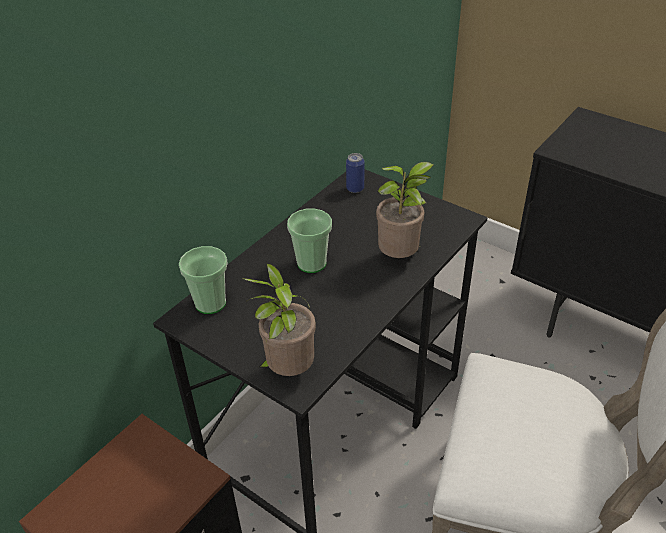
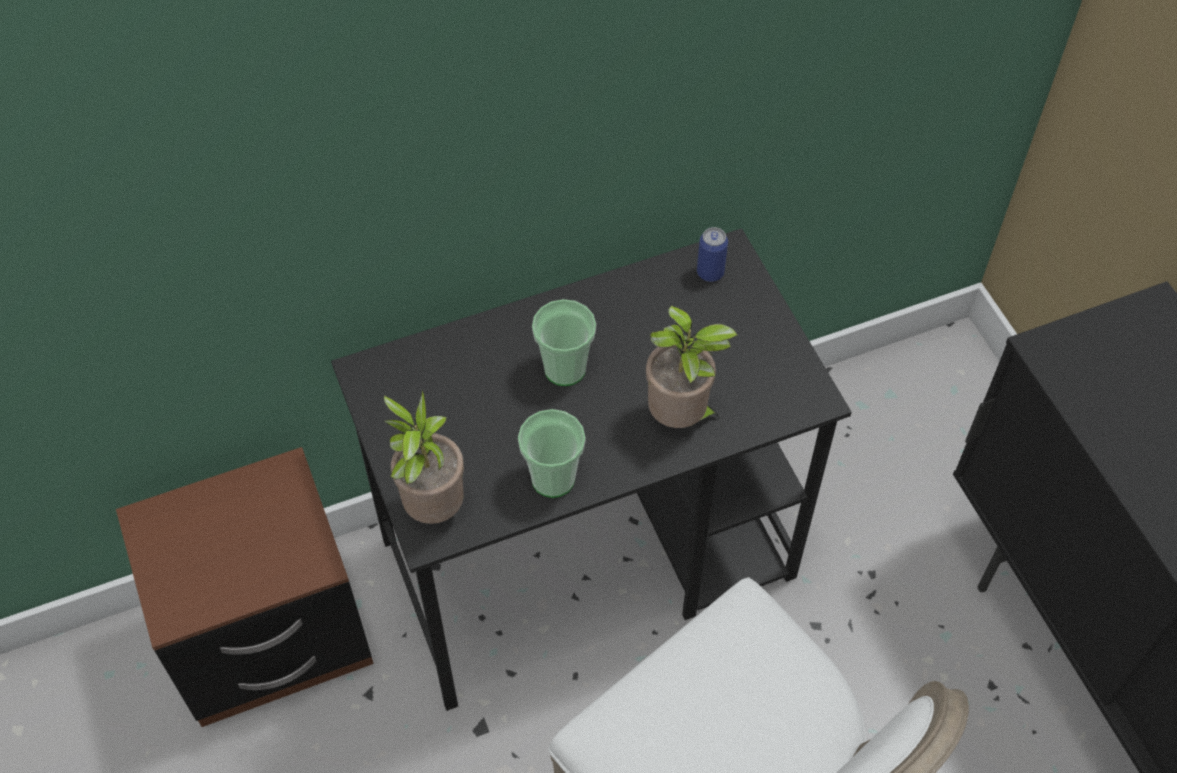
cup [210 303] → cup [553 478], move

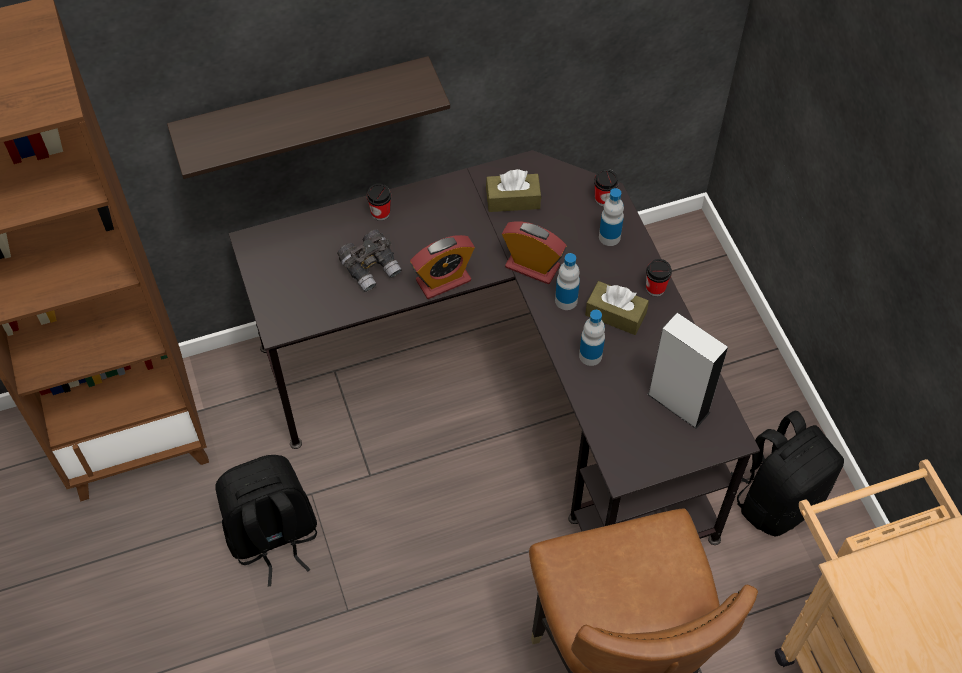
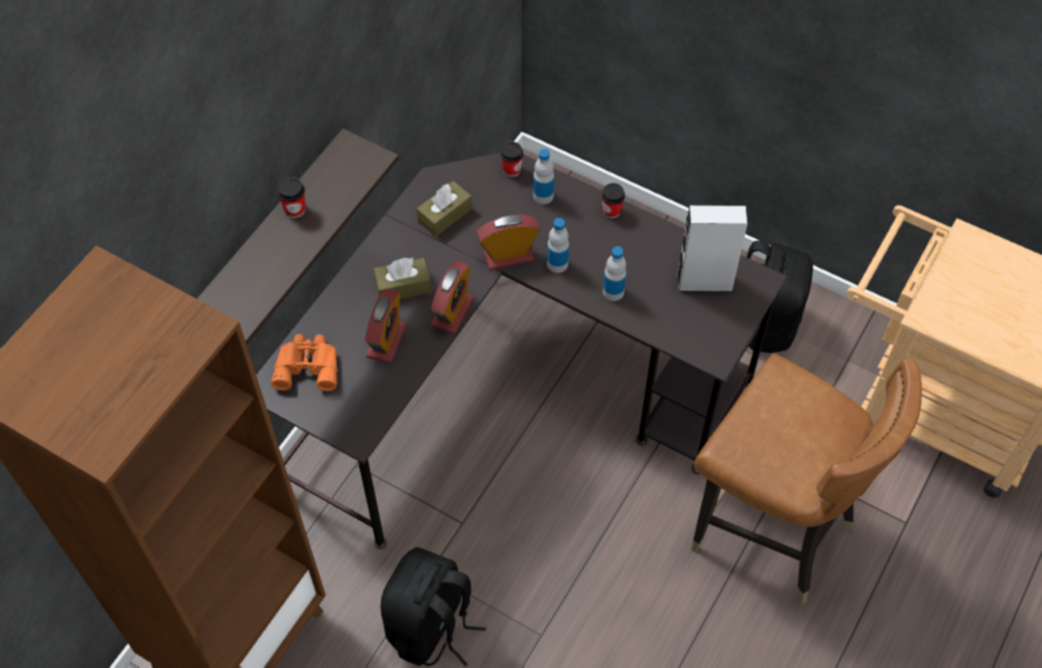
grey binoculars [371 268] → alarm clock [386 341]
cup [380 213] → cup [295 210], move
brown tissue box [615 314] → brown tissue box [403 286], move
- → orange binoculars [307 365]

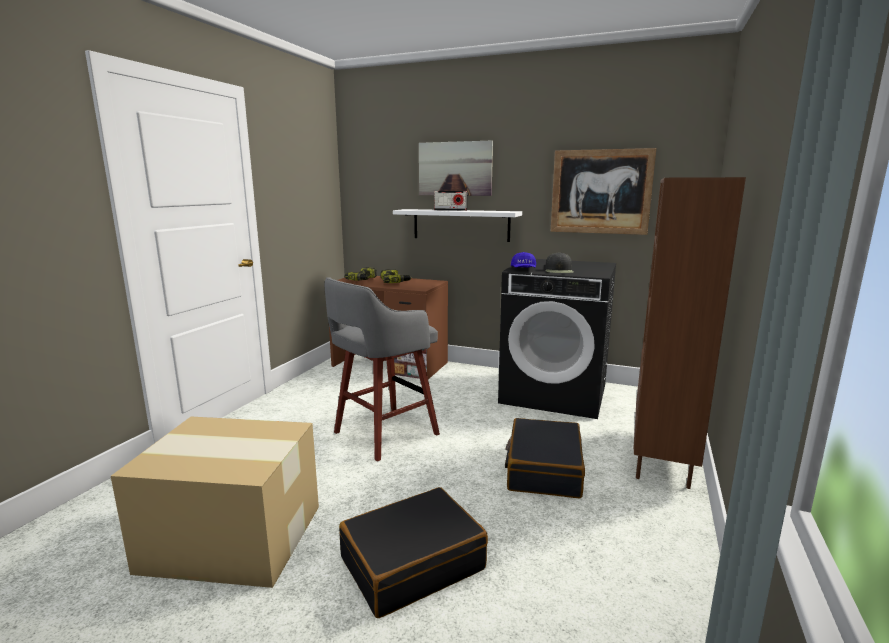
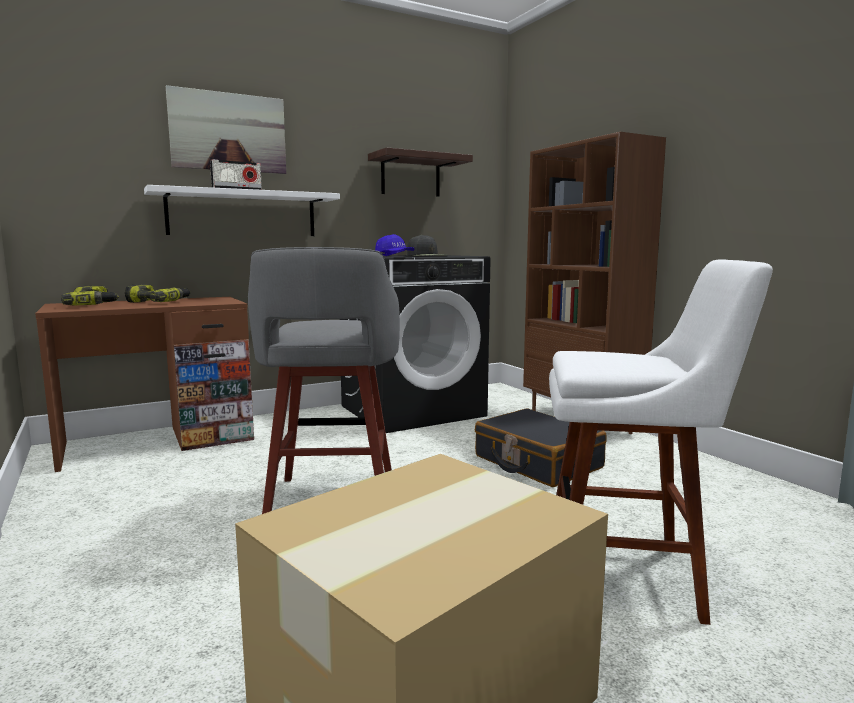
black suitcase [412 563] → white stool [629 577]
picture [600 192] → shelf [410 176]

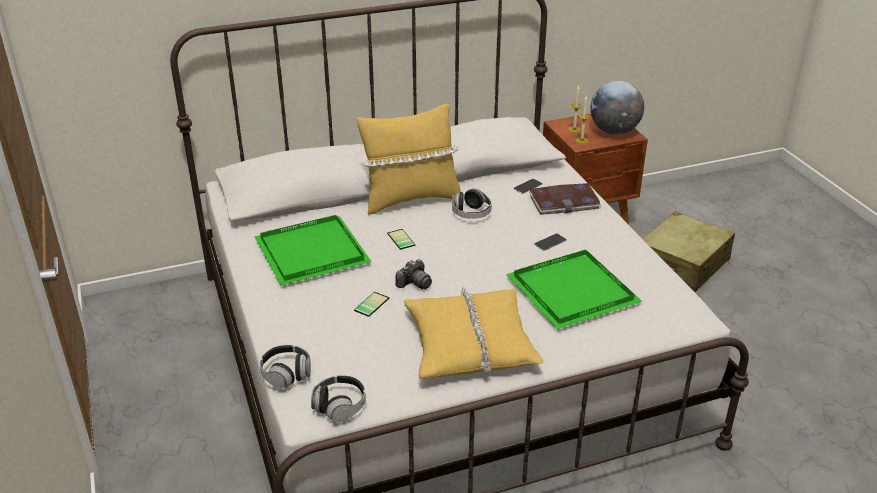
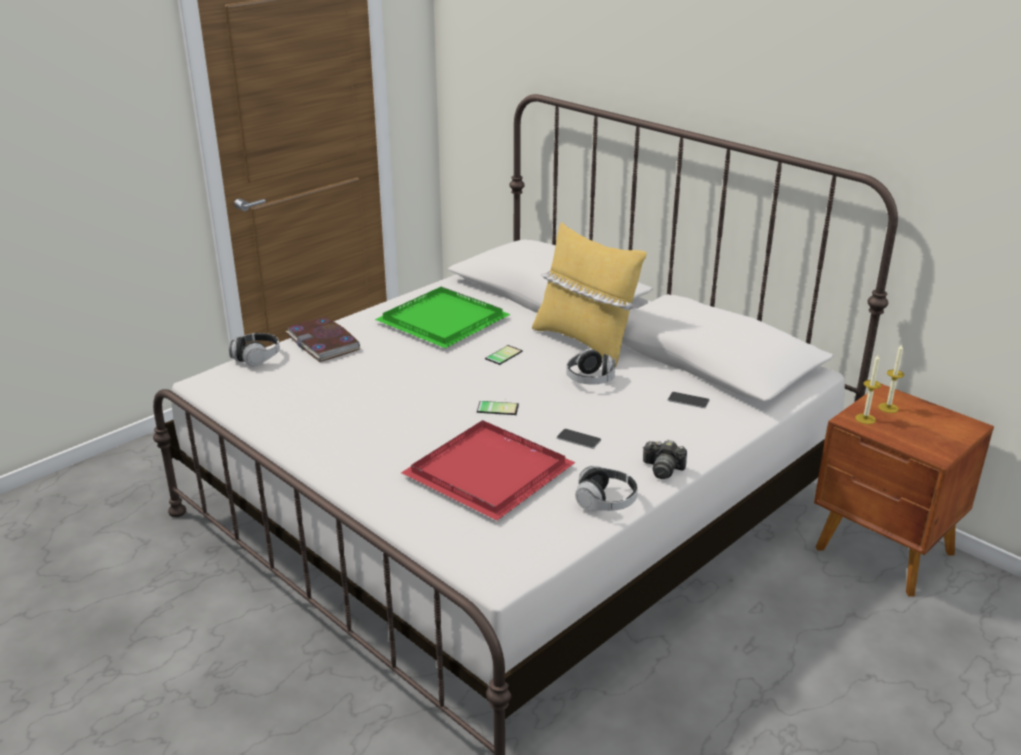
headphones [339 406] → headphones [606 502], move
phone [370 303] → phone [498 407], move
photo camera [414 283] → photo camera [663 469], move
yellow pillow [470 344] → -
green tray [573 289] → red tray [492 472]
book [564 202] → book [323 342], move
globe [614 131] → -
beige suitcase [681 265] → -

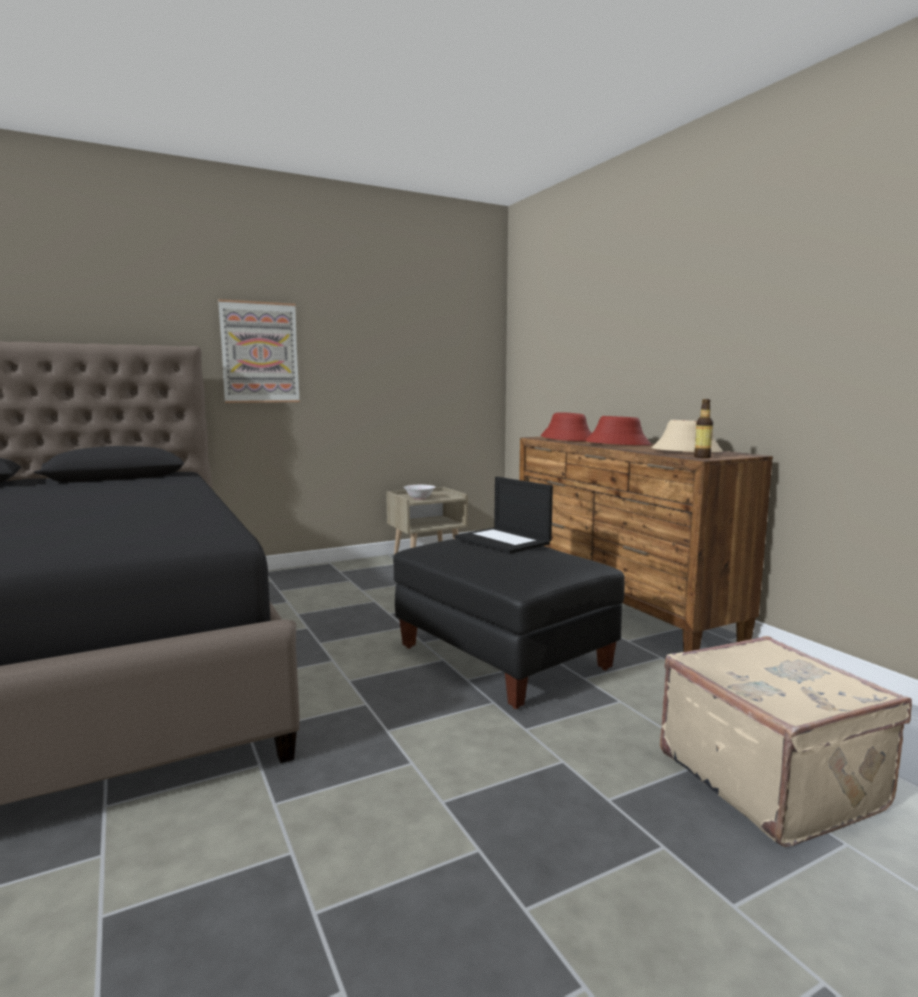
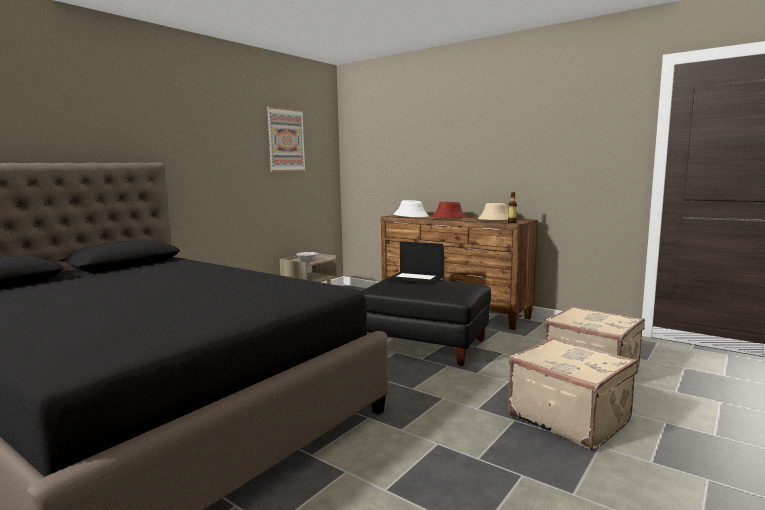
picture [260 352] → picture [286 140], move
red hat [567 438] → white hat [411 216]
- → beige suitcase [569 418]

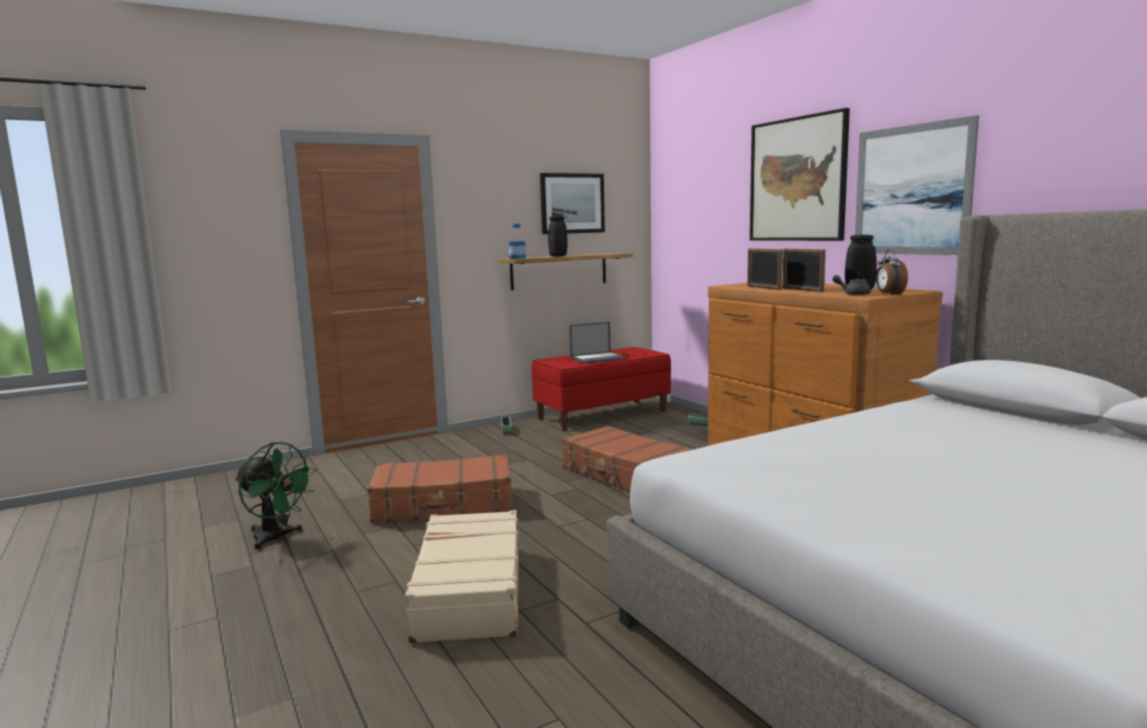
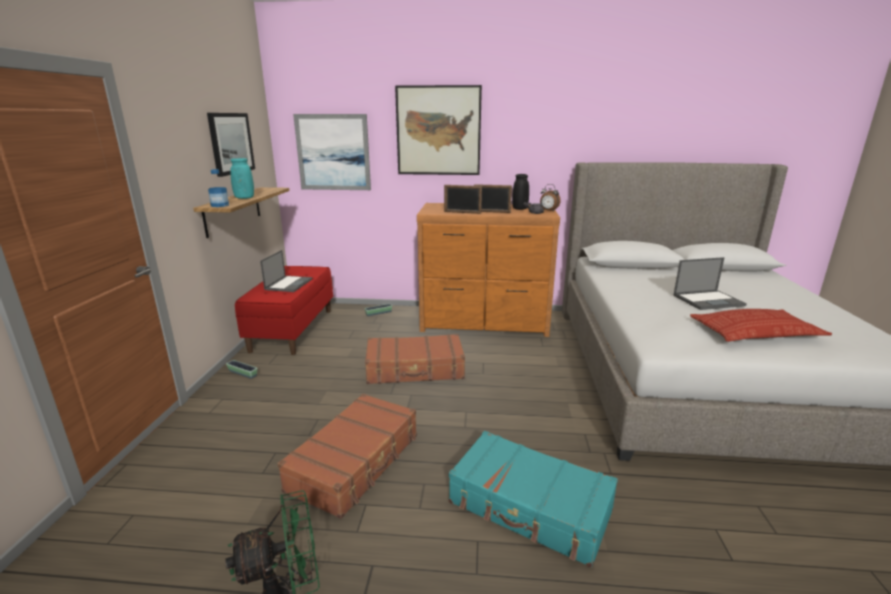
beige suitcase [468 591] → turquoise suitcase [530 507]
black vase [558 256] → turquoise vase [244 198]
picture [912 190] → picture [333 152], move
- → laptop [708 300]
- → pillow [755 333]

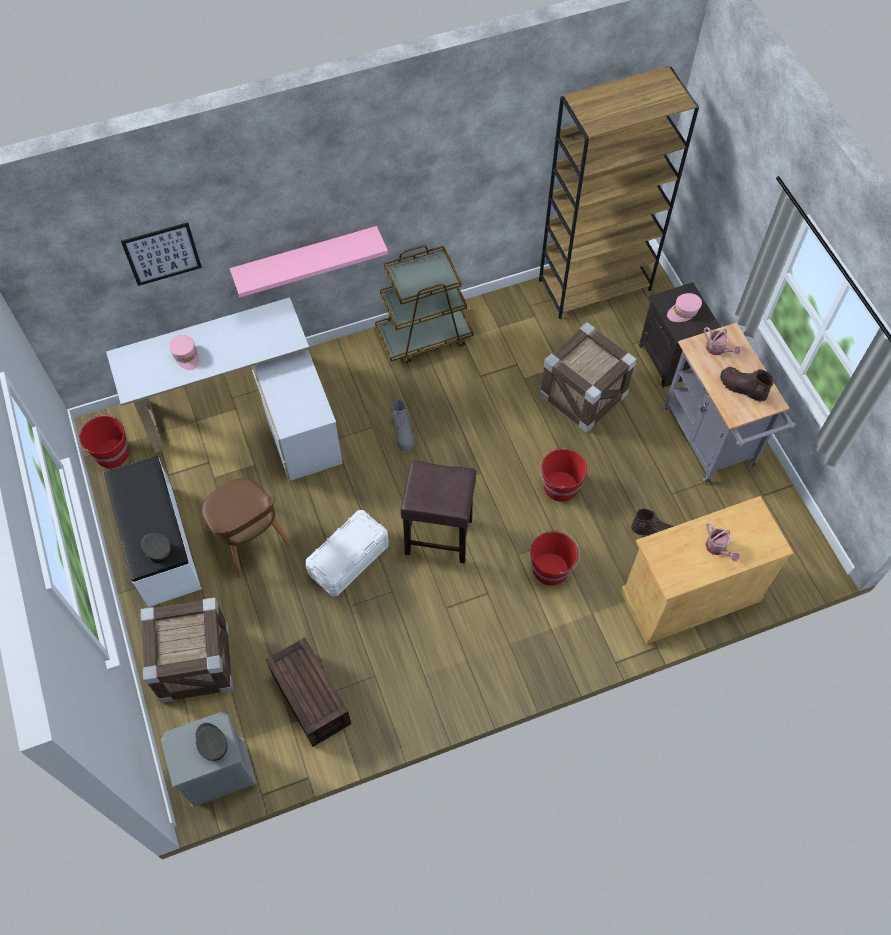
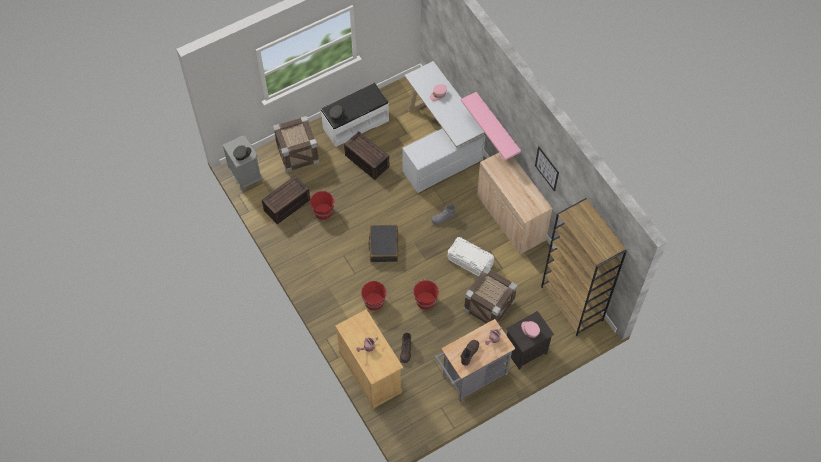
red bucket [111 453] → red bucket [323 211], move
picture [162 254] → picture [547 168], move
brown chair [249 539] → brown storage box [366 161]
white storage box [348 559] → white storage box [470 261], move
brown cart [424 336] → beige cabinet [510 218]
brown stool [440 536] → black suitcase [383 246]

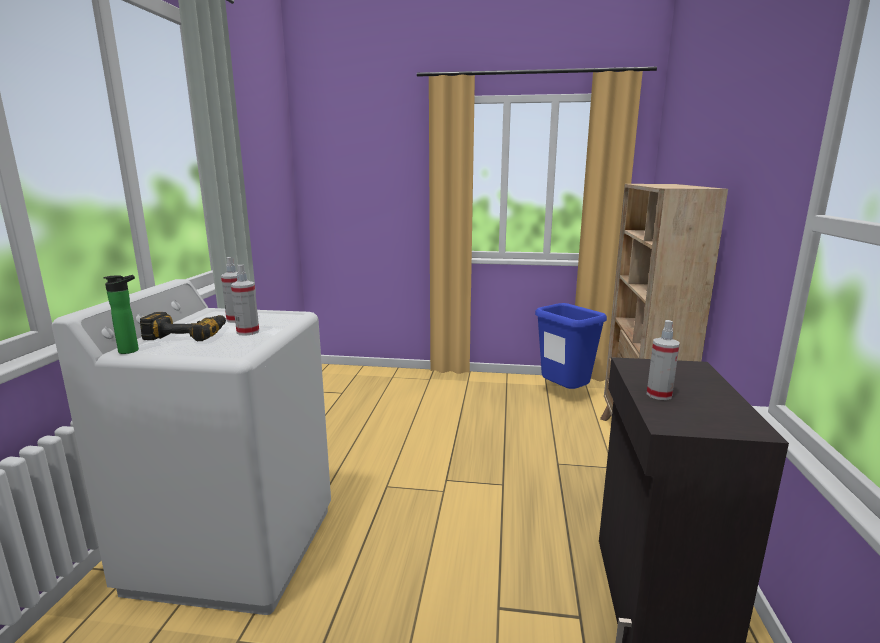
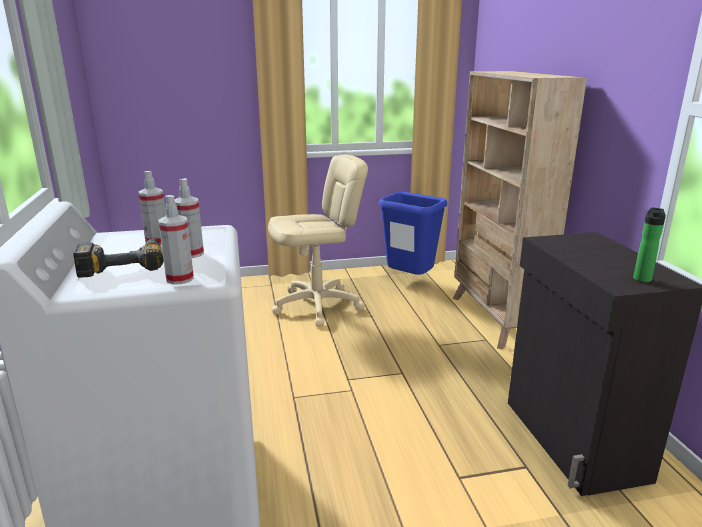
bottle [132 350] → bottle [642 278], move
spray bottle [659 395] → spray bottle [180 279], move
- → beige office chair [318 305]

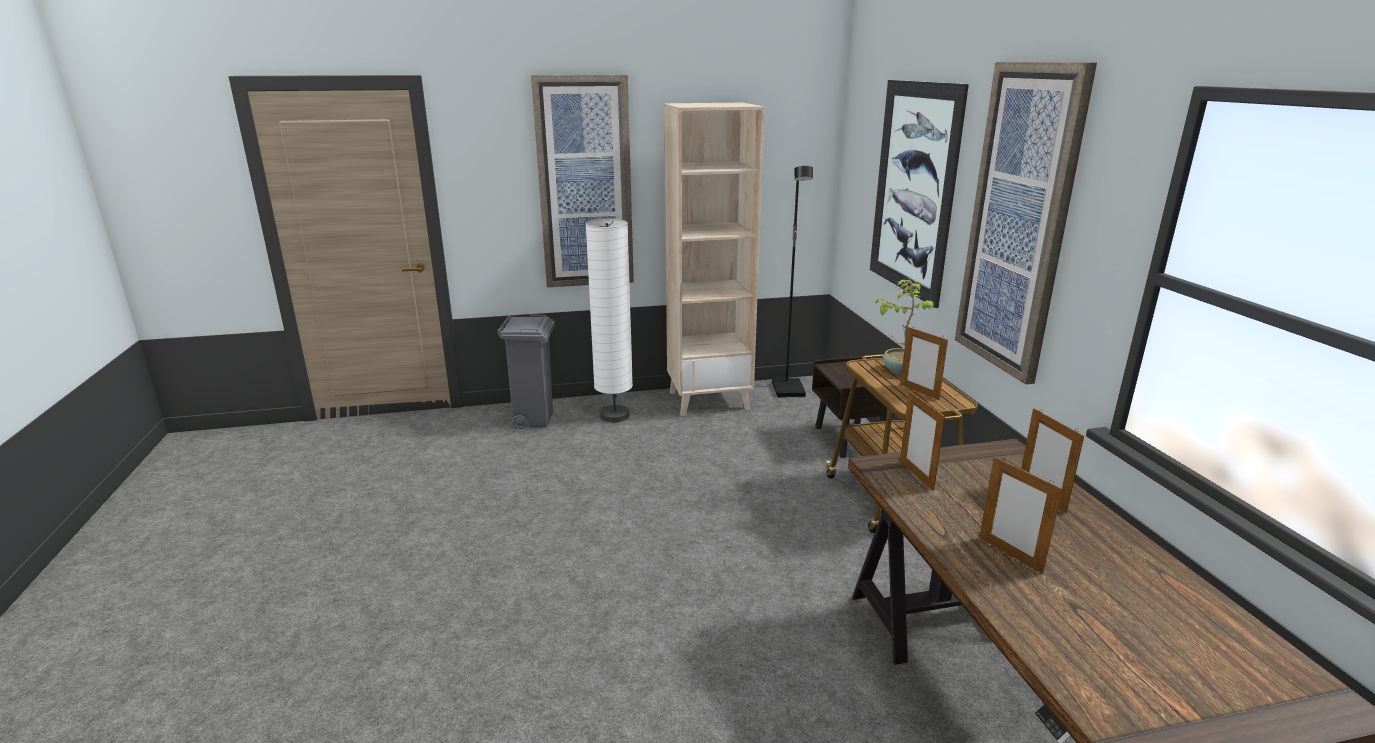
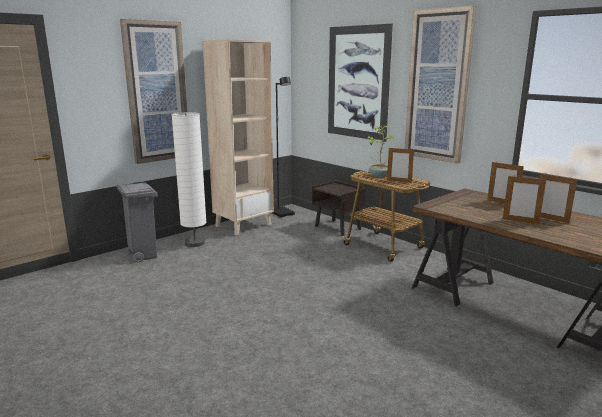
picture frame [916 475] → picture frame [551 219], move

